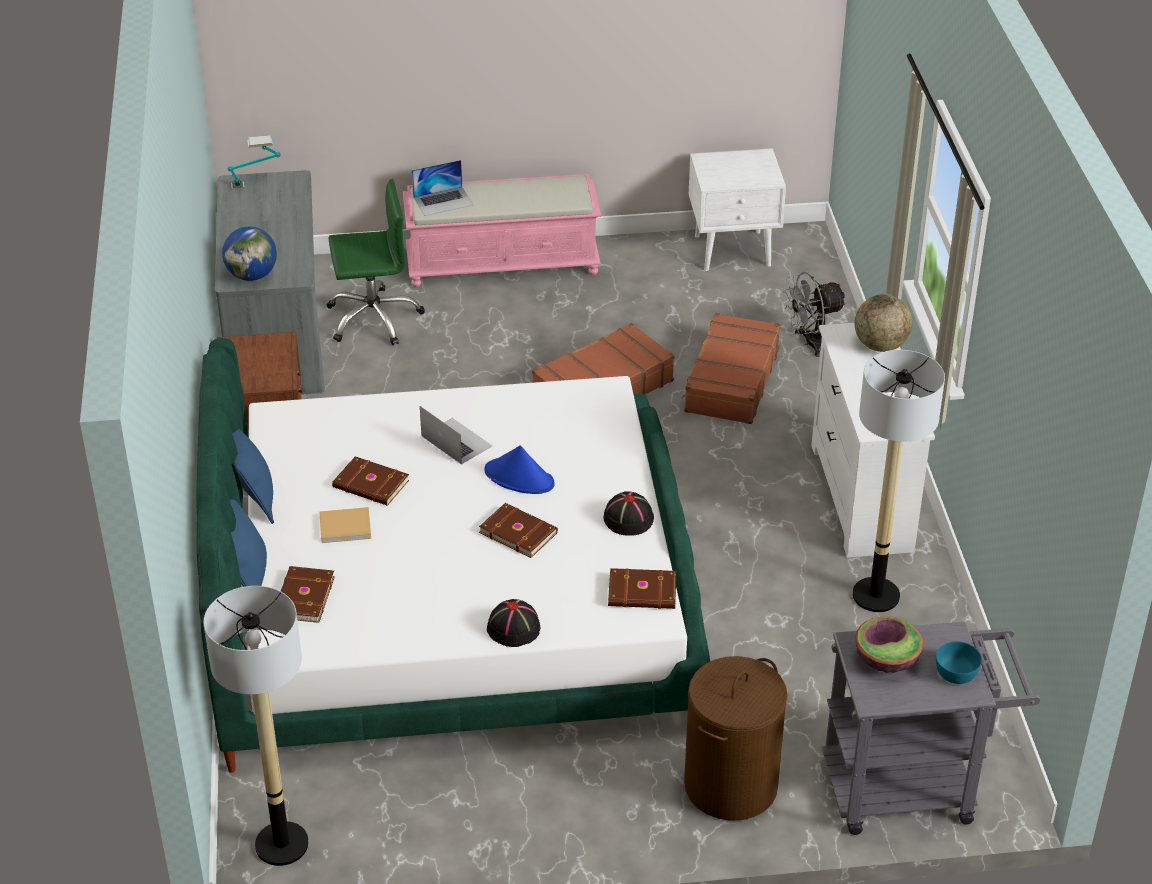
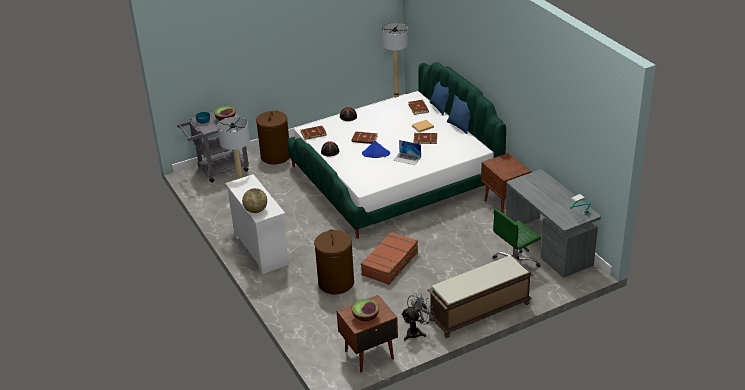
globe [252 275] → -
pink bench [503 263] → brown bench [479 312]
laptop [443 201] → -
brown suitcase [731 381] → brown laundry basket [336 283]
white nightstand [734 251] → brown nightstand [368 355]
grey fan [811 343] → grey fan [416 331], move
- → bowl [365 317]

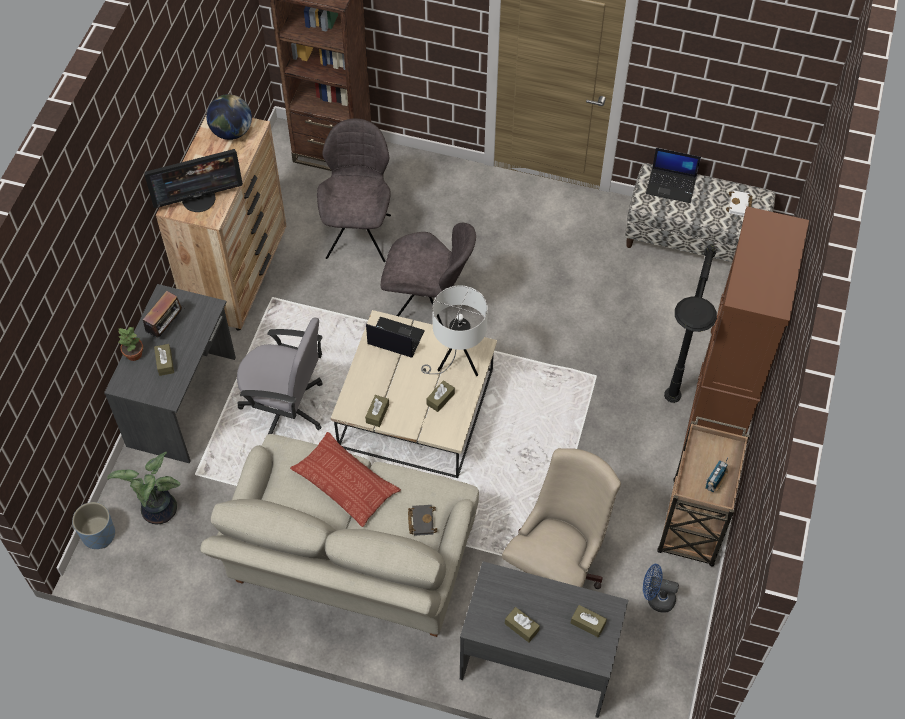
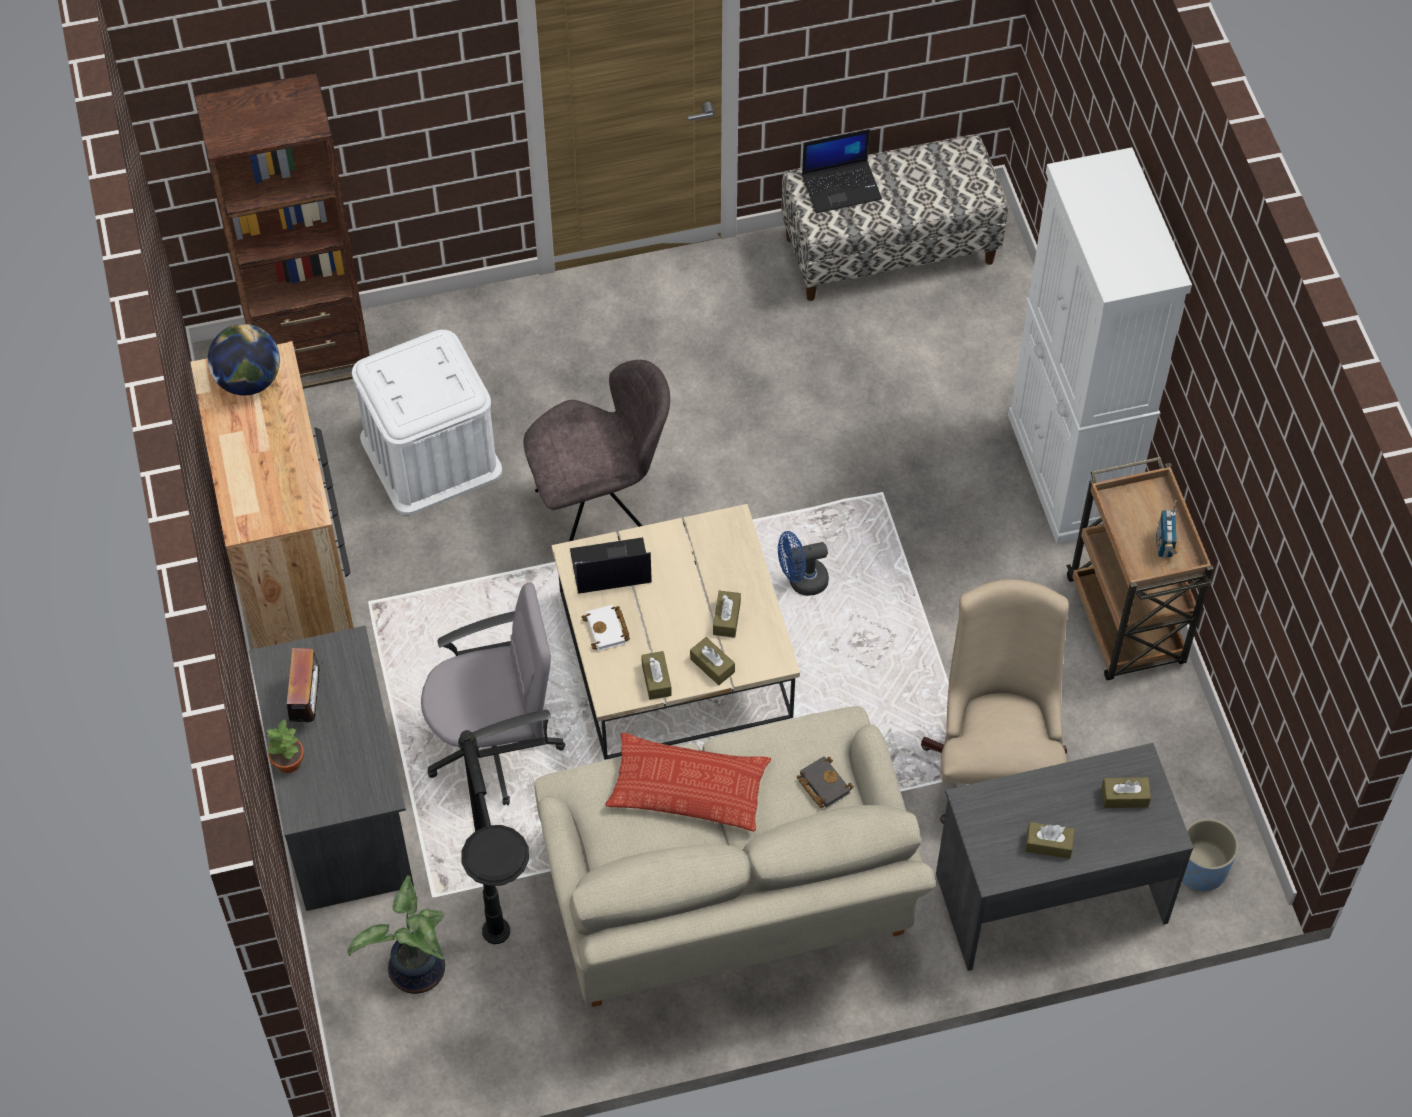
blue planter [98 535] → blue planter [1201 869], move
monitor [199 198] → -
brown tissue box [165 363] → brown tissue box [712 665], move
grey chair [359 234] → white storage box [431 455]
white table lamp [456 364] → -
blue fan [656 598] → blue fan [801 581], move
black floor lamp [661 440] → black floor lamp [514 1012], move
brown cabinet [717 417] → white cabinet [1069 471]
white book [739 205] → white book [608 630], move

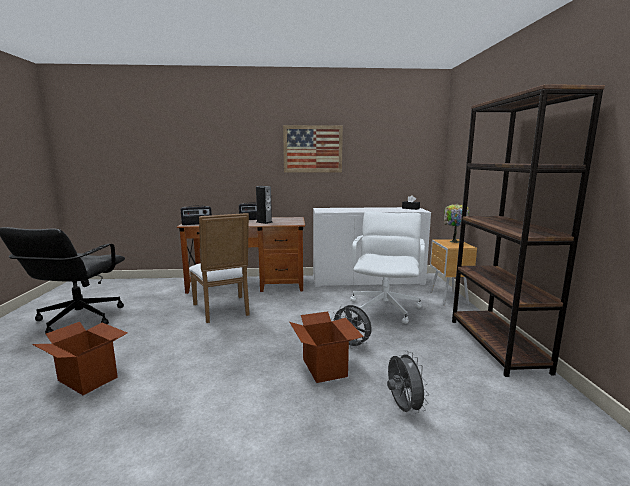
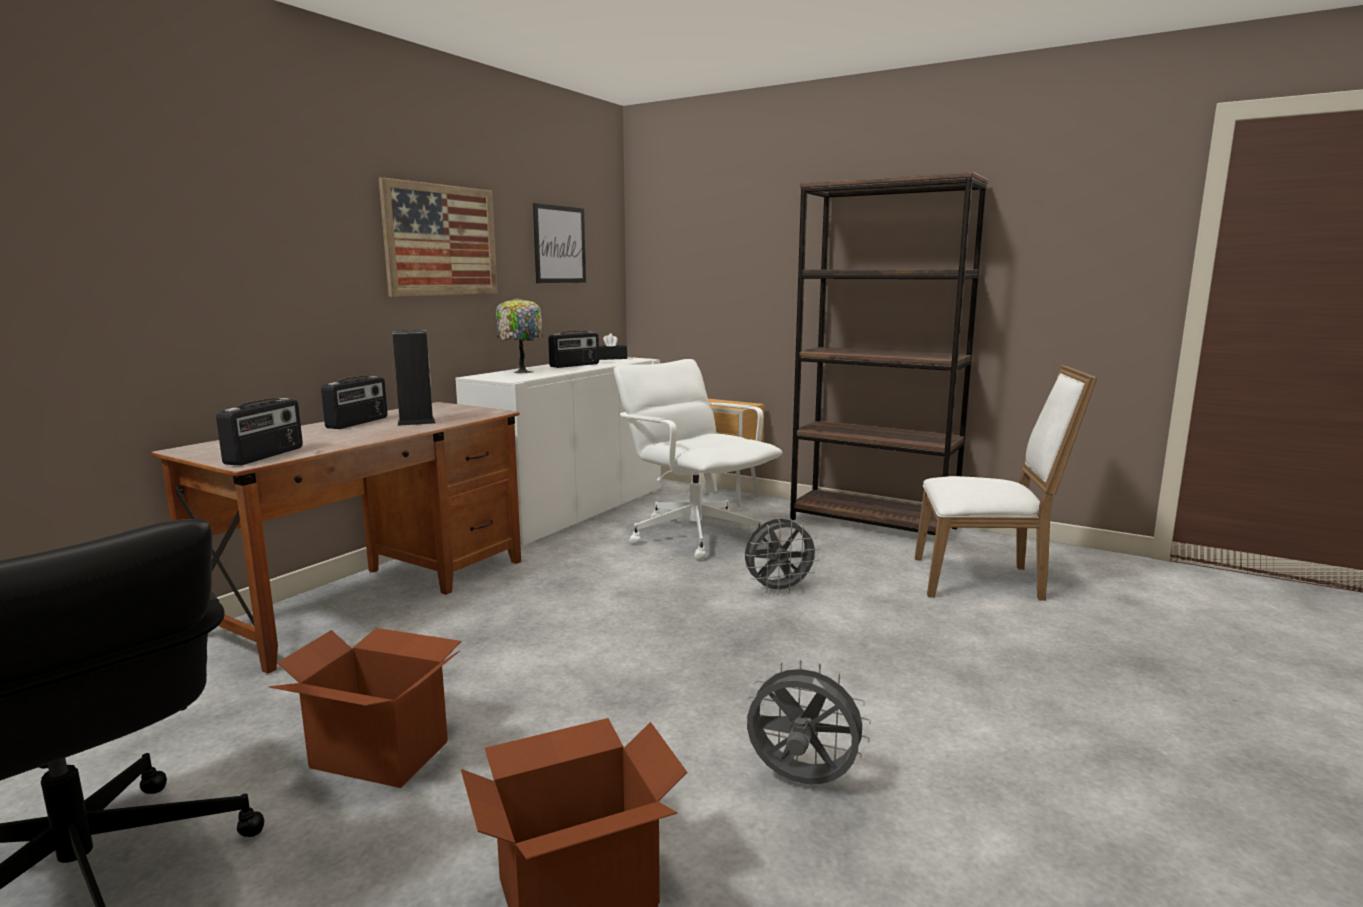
white chair [223 310] → white chair [985 580], move
cardboard box [325 367] → cardboard box [381 753], move
grey fan [402 408] → grey fan [801 782], move
table lamp [454 241] → table lamp [521 372], move
- → picture [559 244]
- → radio [575 365]

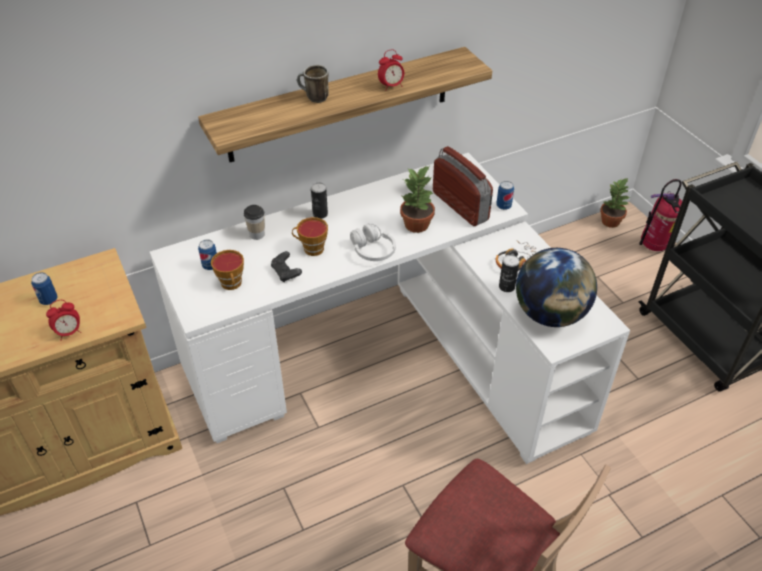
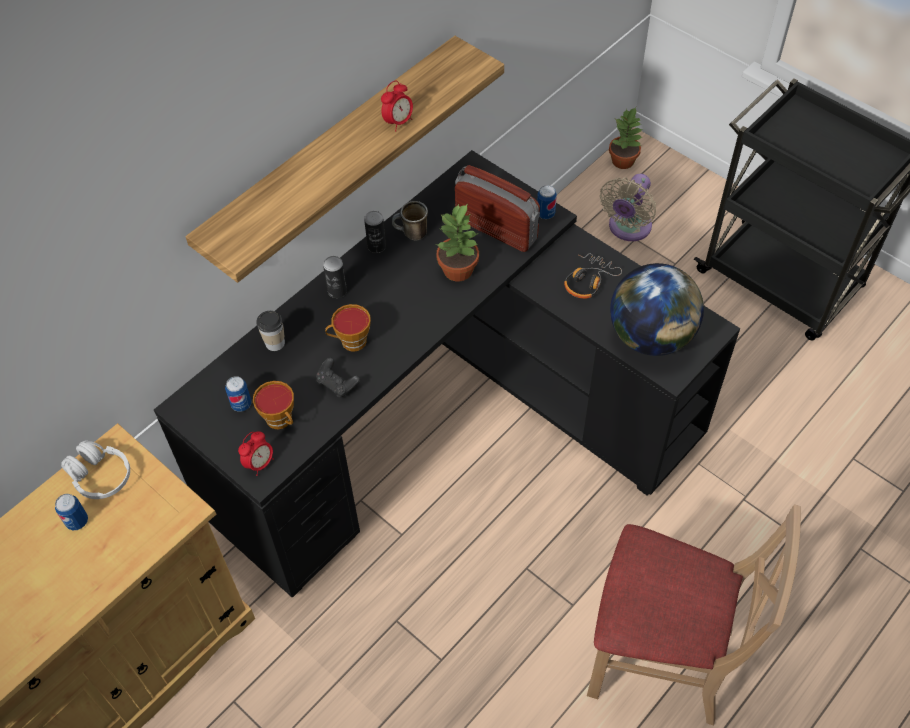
alarm clock [69 332] → alarm clock [259 463], move
white desk [392 360] → black desk [449 422]
mug [313 98] → mug [411 235], move
white headphones [372 250] → white headphones [100 476], move
can [506 287] → can [376 246], move
fire extinguisher [653 247] → -
- → beige fan [627 228]

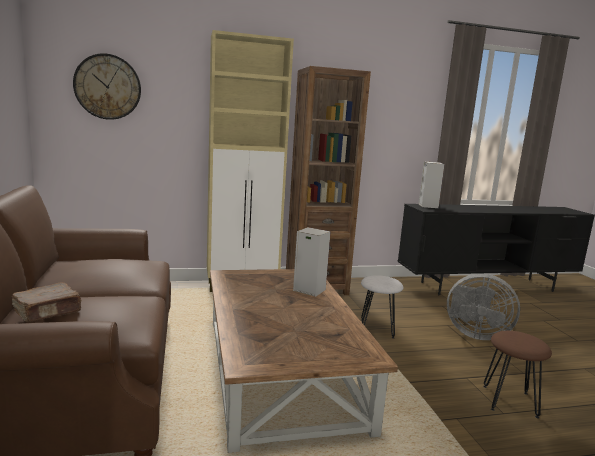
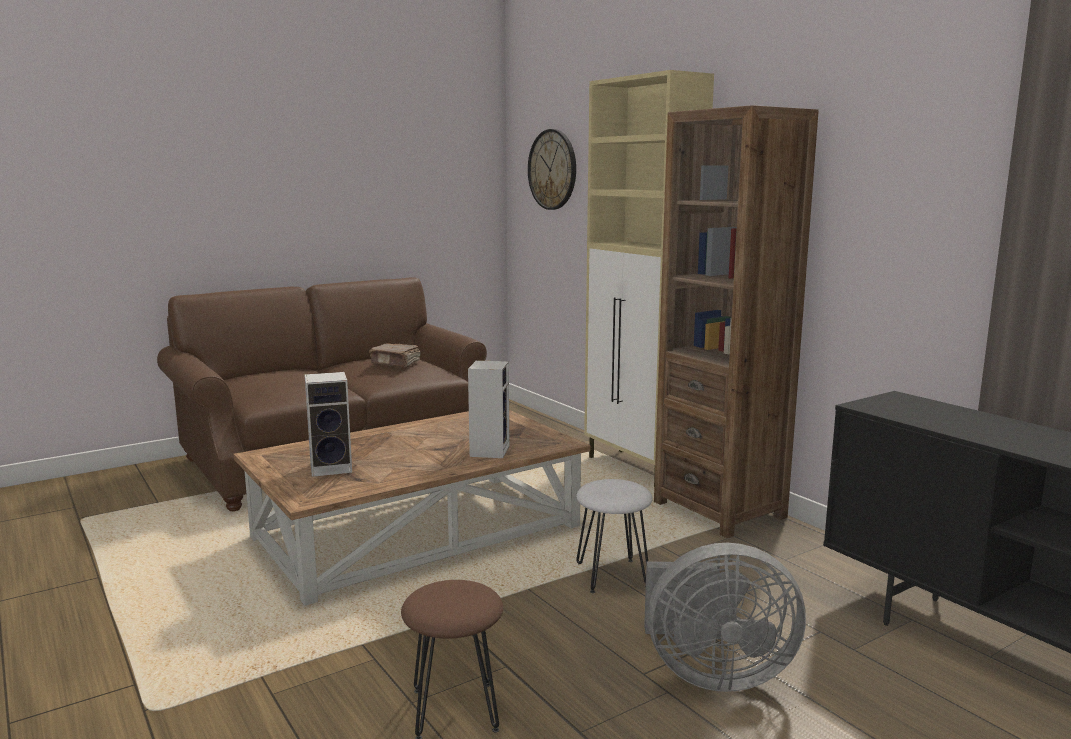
brown book [48 312] → brown book [395 363], move
speaker [427 205] → speaker [333 468], move
grey fan [474 333] → grey fan [712 674], 90 degrees counterclockwise

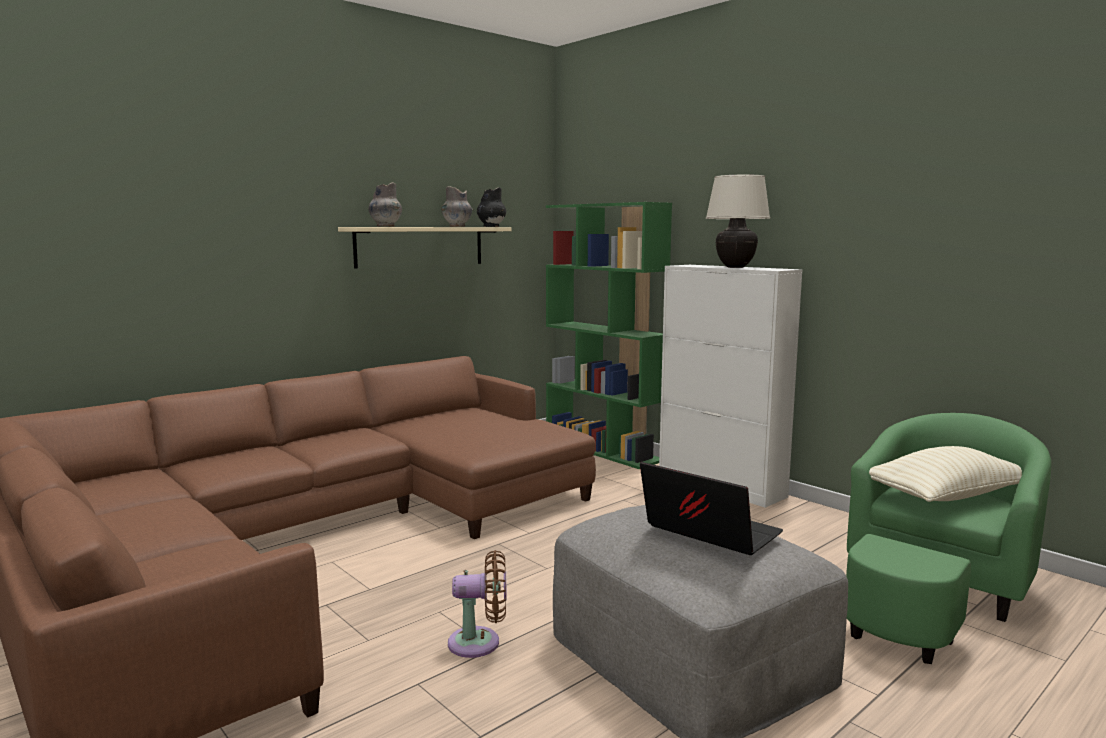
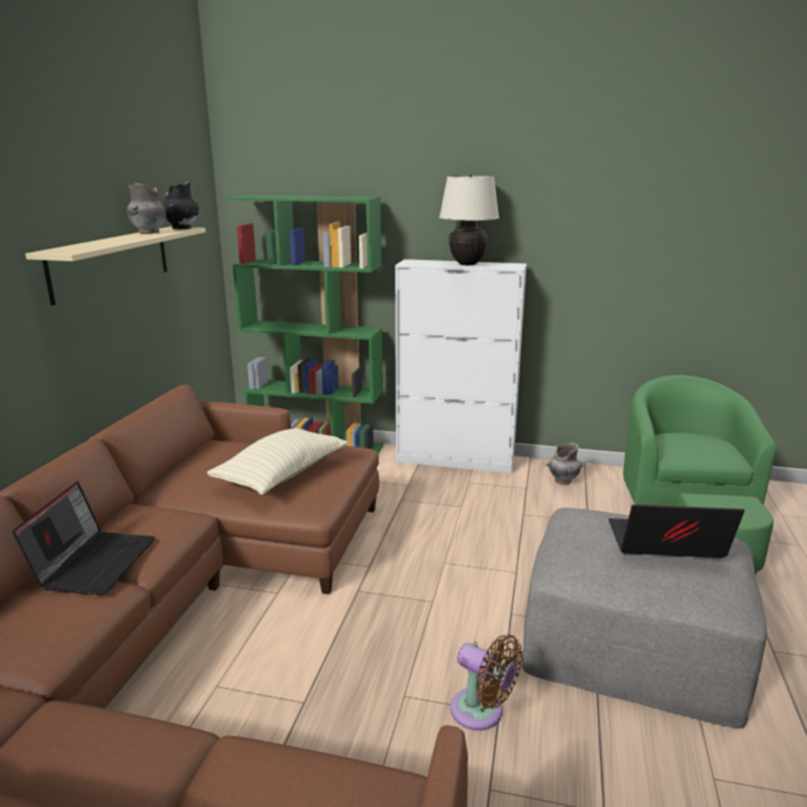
grey vase [385 226] → grey vase [562 481], move
brown fan [480 643] → brown fan [481 712], 75 degrees clockwise
beige pillow [946 496] → beige pillow [282 475], move
- → laptop [94 562]

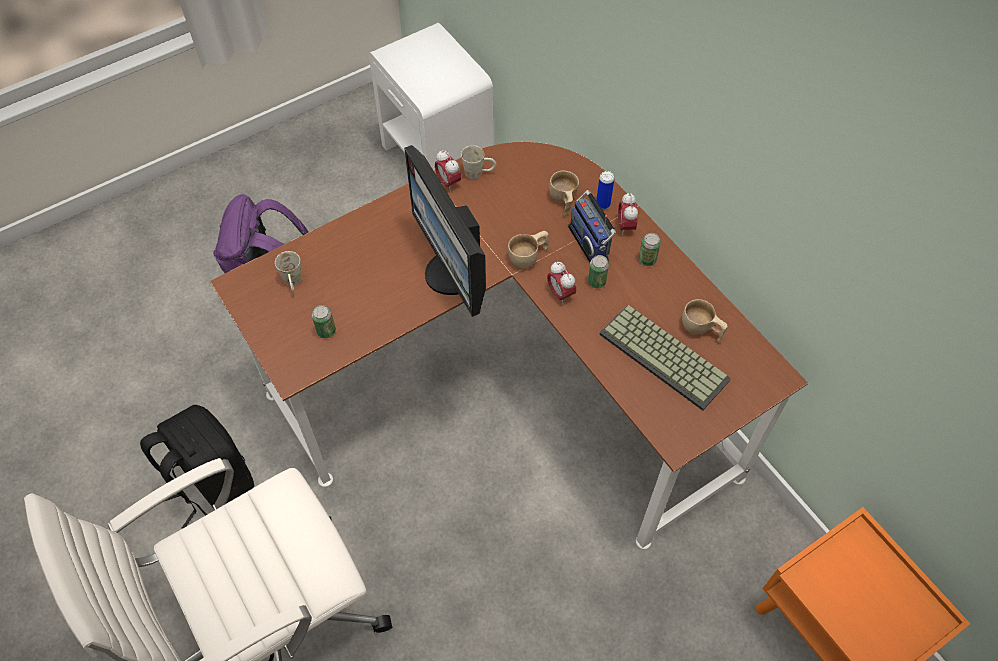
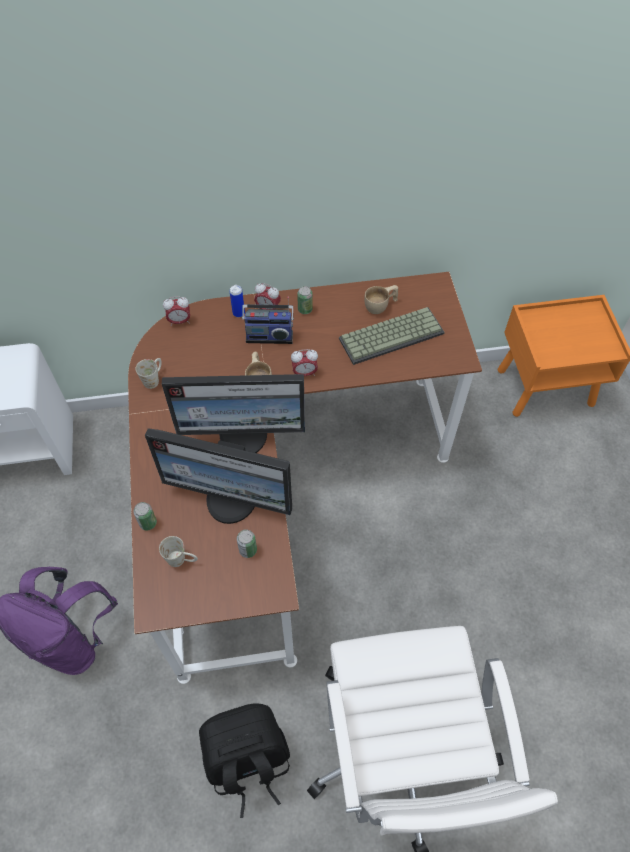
alarm clock [448 182] → alarm clock [179 321], move
beige cup [563 201] → -
can [596 282] → can [148 523], move
- → monitor [232 499]

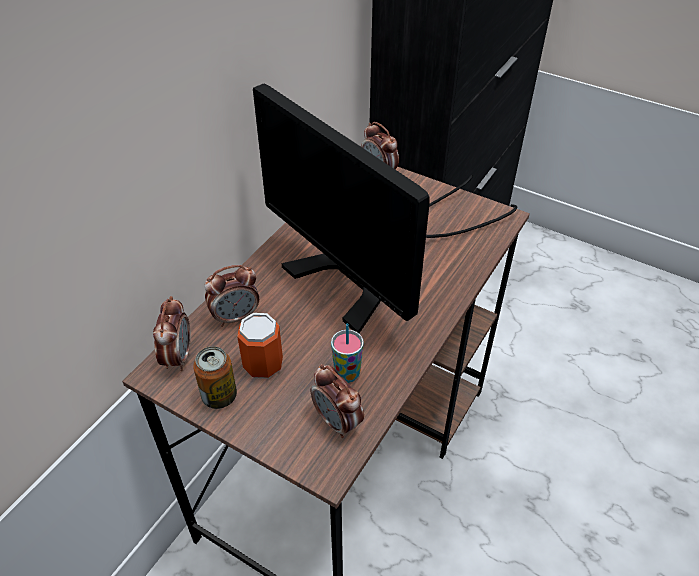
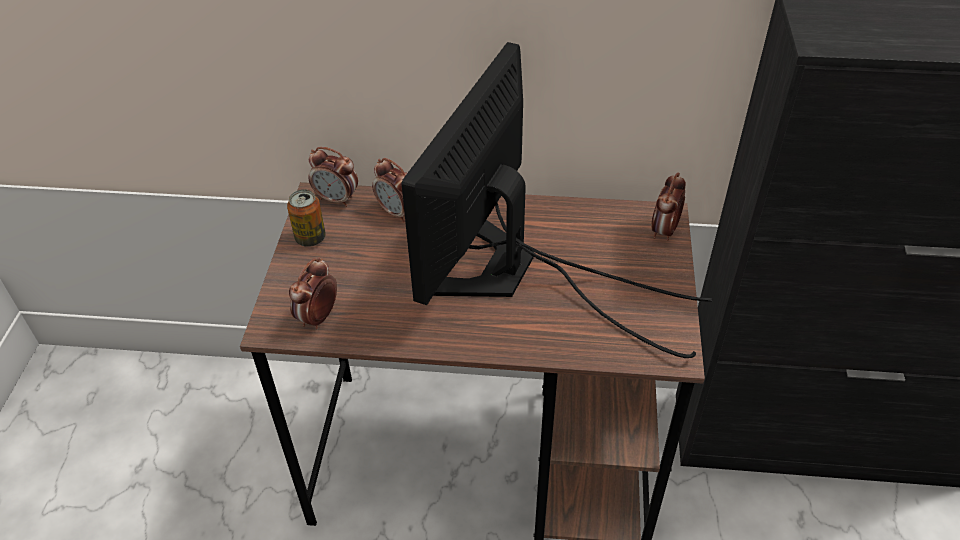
alarm clock [178 357] → alarm clock [337 199], 45 degrees clockwise
can [263 365] → -
cup [347 374] → -

